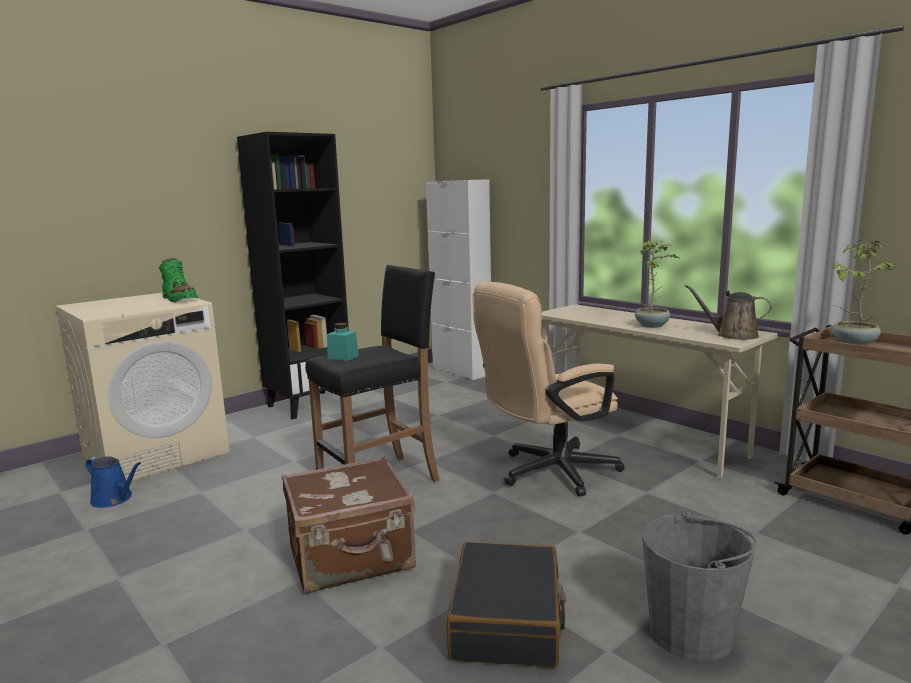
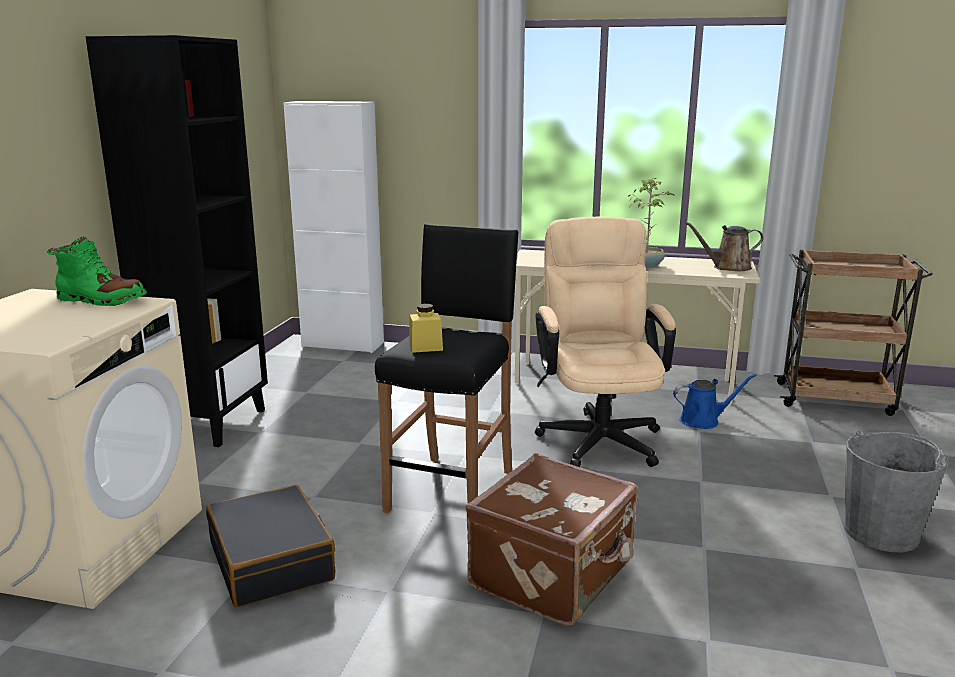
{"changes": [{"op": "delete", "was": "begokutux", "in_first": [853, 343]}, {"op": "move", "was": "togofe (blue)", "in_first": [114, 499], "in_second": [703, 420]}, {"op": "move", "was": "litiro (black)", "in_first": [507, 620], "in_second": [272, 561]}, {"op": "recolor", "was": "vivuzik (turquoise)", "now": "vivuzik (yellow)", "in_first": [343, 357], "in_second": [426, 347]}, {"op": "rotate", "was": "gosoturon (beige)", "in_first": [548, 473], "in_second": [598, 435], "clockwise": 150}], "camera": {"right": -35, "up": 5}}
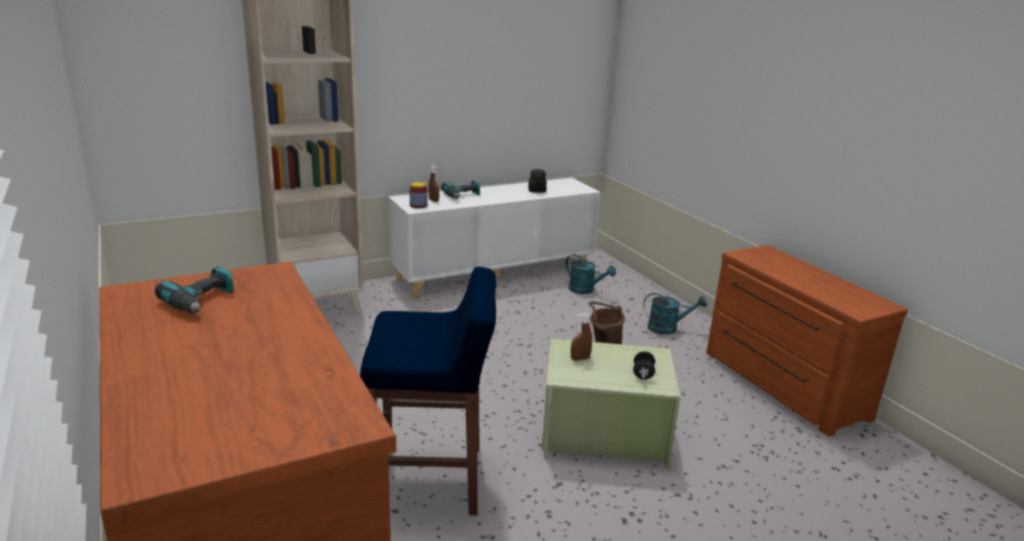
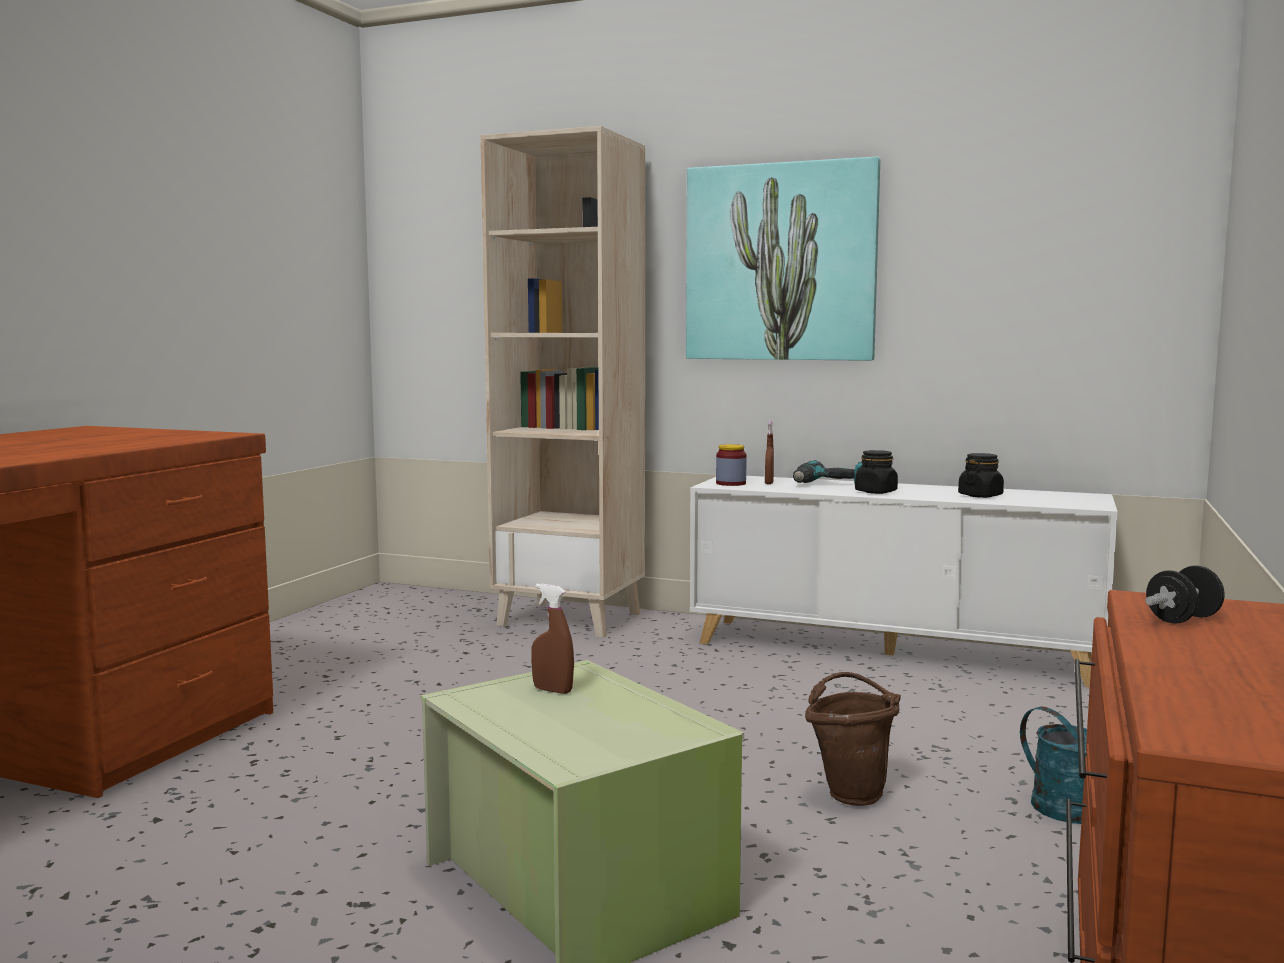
{"changes": [{"op": "delete", "was": "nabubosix", "in_first": [202, 301]}, {"op": "delete", "was": "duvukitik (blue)", "in_first": [431, 479]}, {"op": "delete", "was": "togofe (turquoise)", "in_first": [585, 290]}, {"op": "insert", "now": "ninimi", "in_second": [781, 263]}, {"op": "insert", "now": "vivuzik (black)", "in_second": [876, 492]}, {"op": "move", "was": "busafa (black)", "in_first": [643, 374], "in_second": [1183, 619]}], "camera": {"right": 50, "up": -15}}
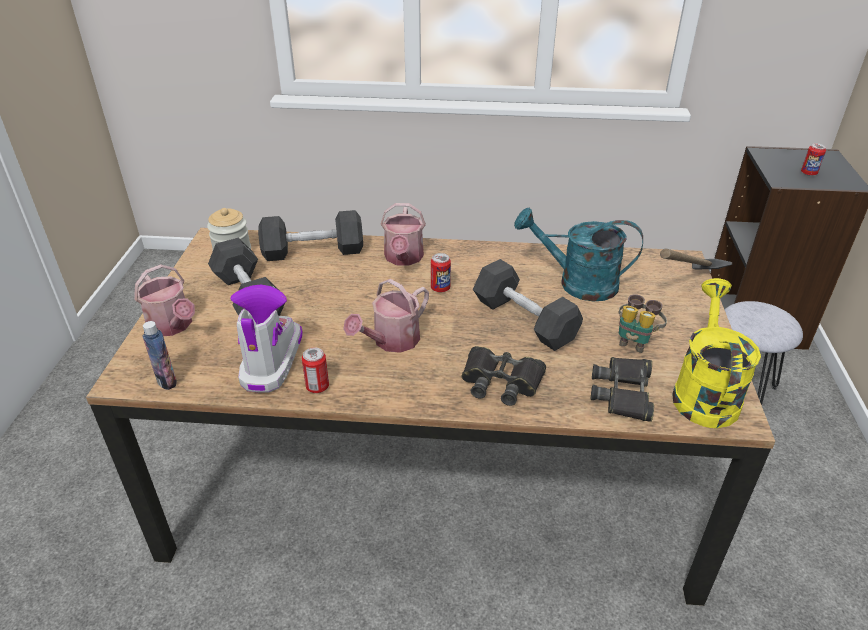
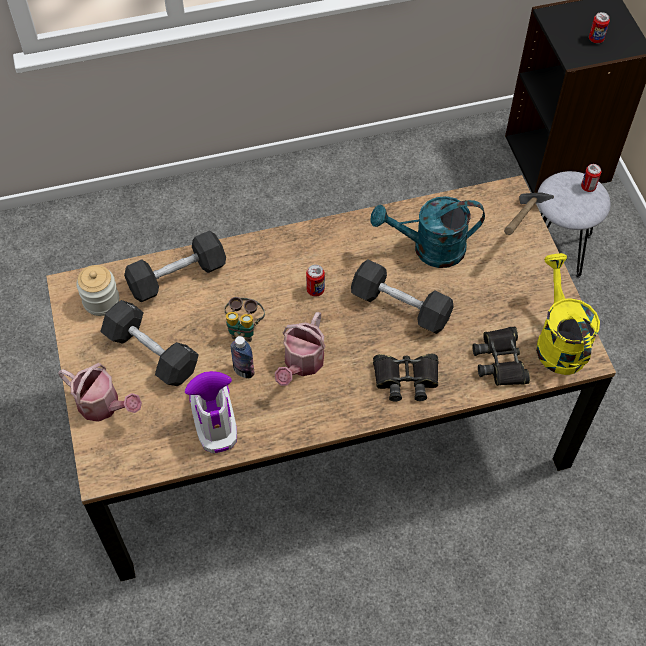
{"changes": [{"op": "delete", "was": "togofe", "in_first": [403, 258]}, {"op": "move", "was": "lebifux", "in_first": [166, 381], "in_second": [244, 371]}, {"op": "move", "was": "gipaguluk", "in_first": [317, 387], "in_second": [588, 187]}, {"op": "move", "was": "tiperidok", "in_first": [635, 341], "in_second": [244, 329]}], "camera": {"right": -20, "up": 20}}
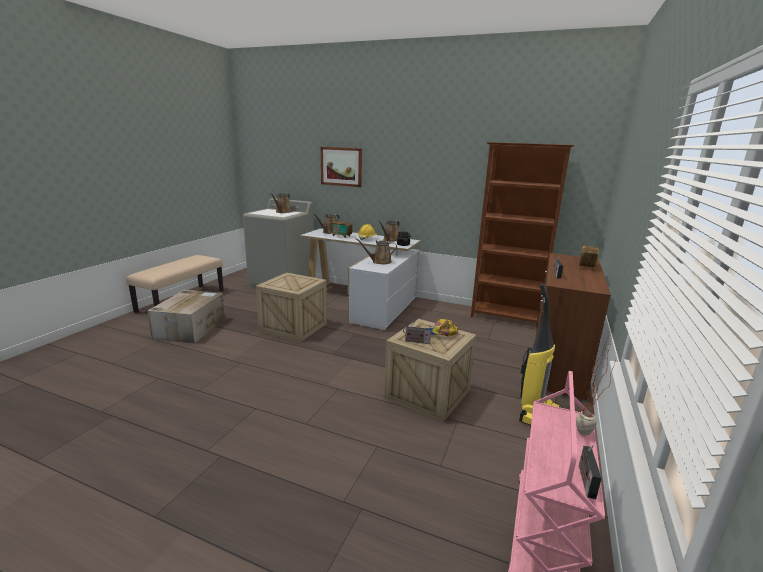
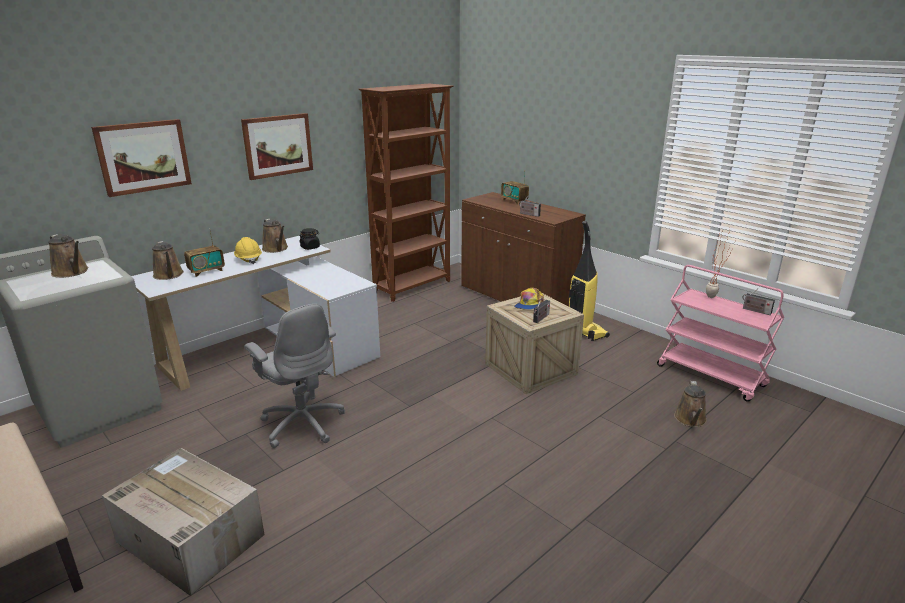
{"changes": [{"op": "insert", "now": "ninimi", "in_second": [278, 145]}, {"op": "move", "was": "togofe (brown)", "in_first": [379, 262], "in_second": [690, 420]}, {"op": "replace", "was": "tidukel", "now": "gosoturon (grey)", "in_first": [293, 327], "in_second": [302, 423]}], "camera": {"right": -65, "up": 5}}
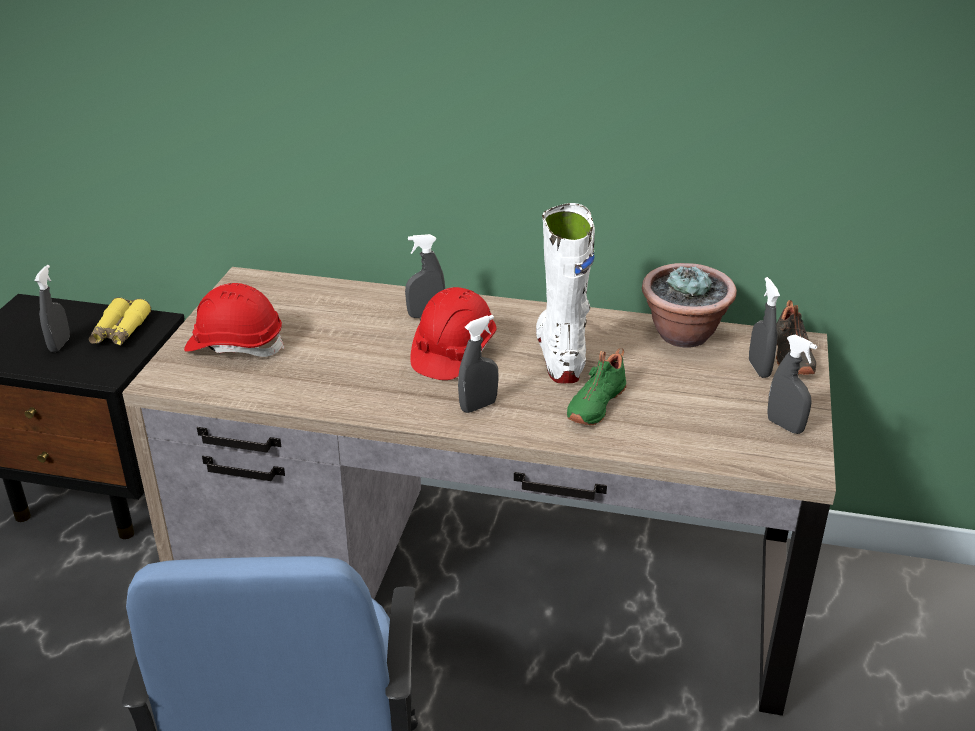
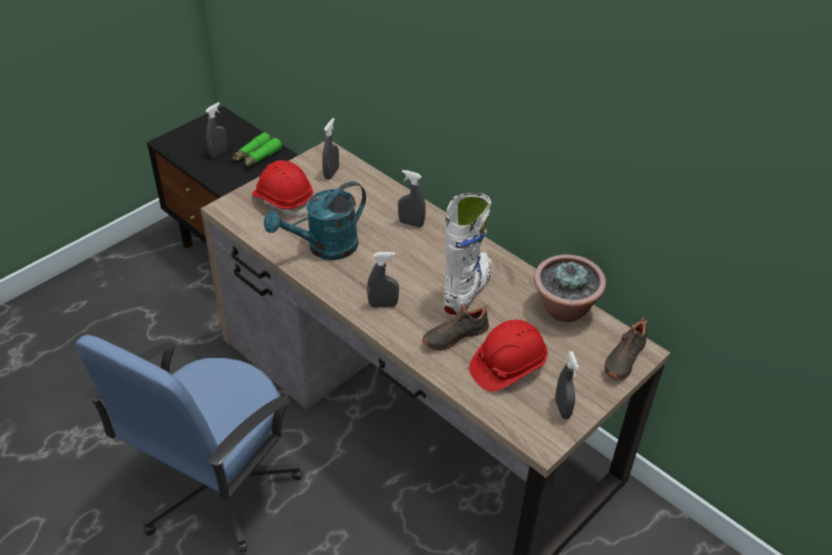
{"changes": [{"op": "insert", "now": "togofe (turquoise)", "in_second": [324, 248]}, {"op": "move", "was": "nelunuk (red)", "in_first": [453, 353], "in_second": [507, 366]}, {"op": "move", "was": "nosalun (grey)", "in_first": [759, 369], "in_second": [331, 173]}, {"op": "recolor", "was": "tiperidok (yellow)", "now": "tiperidok (green)", "in_first": [120, 331], "in_second": [257, 156]}, {"op": "recolor", "was": "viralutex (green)", "now": "viralutex (black)", "in_first": [594, 404], "in_second": [454, 335]}], "camera": {"right": 30, "up": 10}}
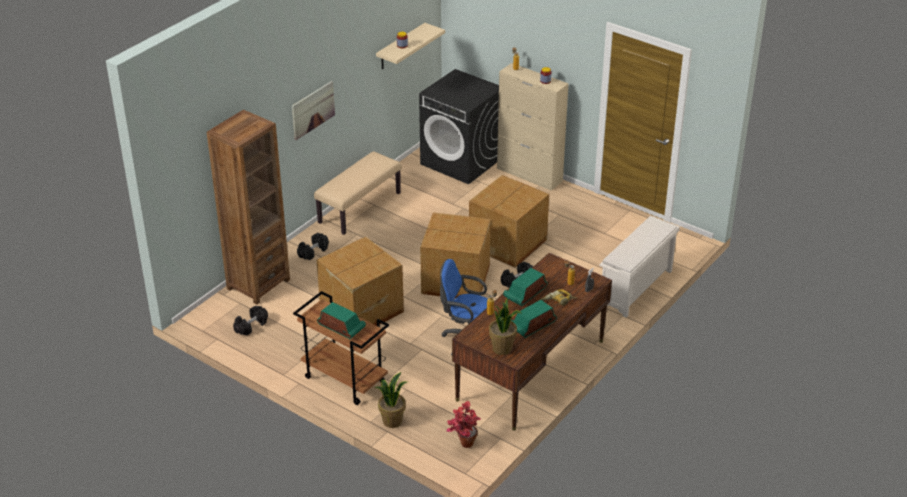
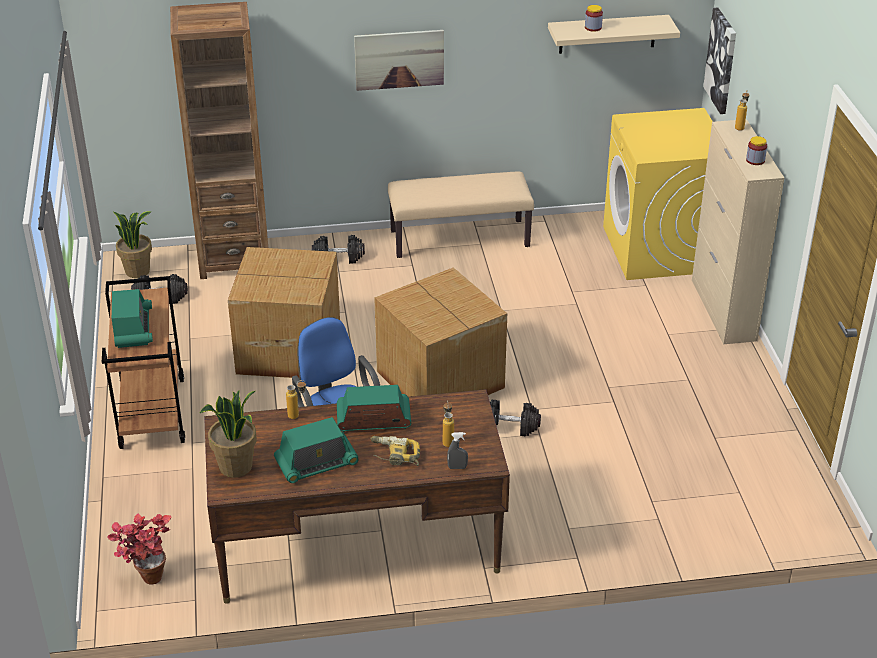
{"changes": [{"op": "delete", "was": "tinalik", "in_first": [509, 243]}, {"op": "delete", "was": "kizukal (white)", "in_first": [636, 288]}, {"op": "insert", "now": "ninimi", "in_second": [722, 60]}, {"op": "move", "was": "begokutux", "in_first": [392, 421], "in_second": [138, 271]}, {"op": "recolor", "was": "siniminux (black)", "now": "siniminux (yellow)", "in_first": [461, 161], "in_second": [658, 250]}, {"op": "rotate", "was": "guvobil", "in_first": [532, 325], "in_second": [316, 463], "clockwise": 150}], "camera": {"right": 45, "up": 0}}
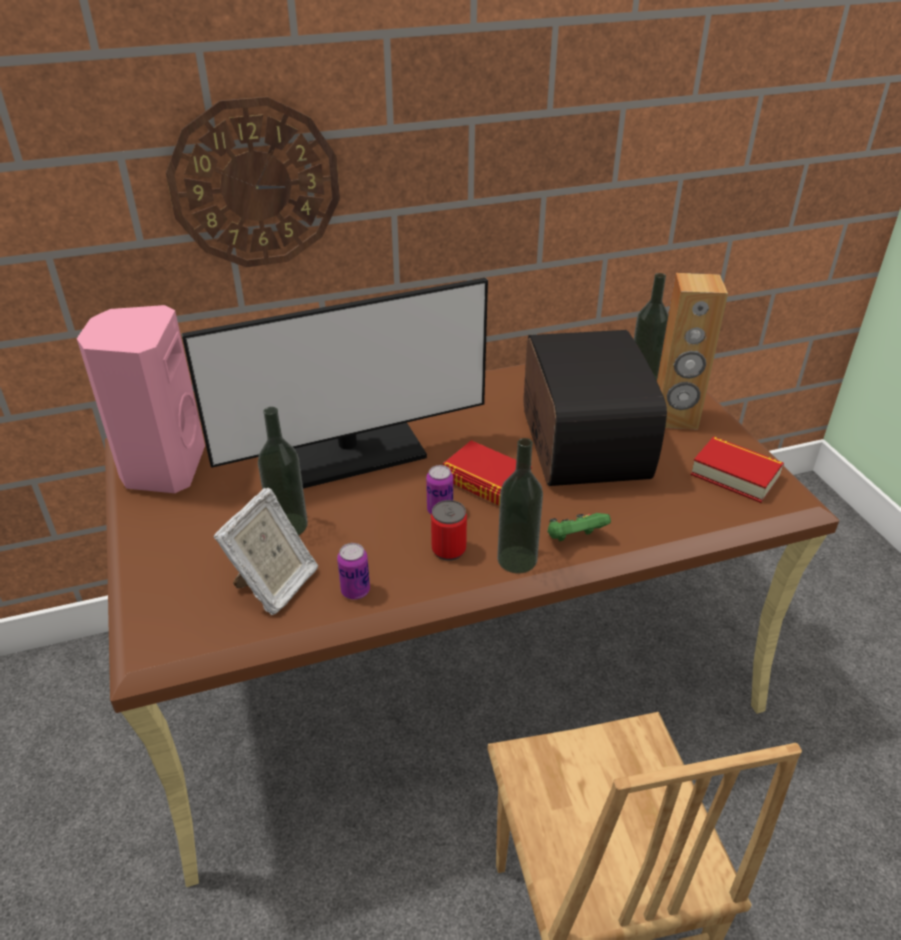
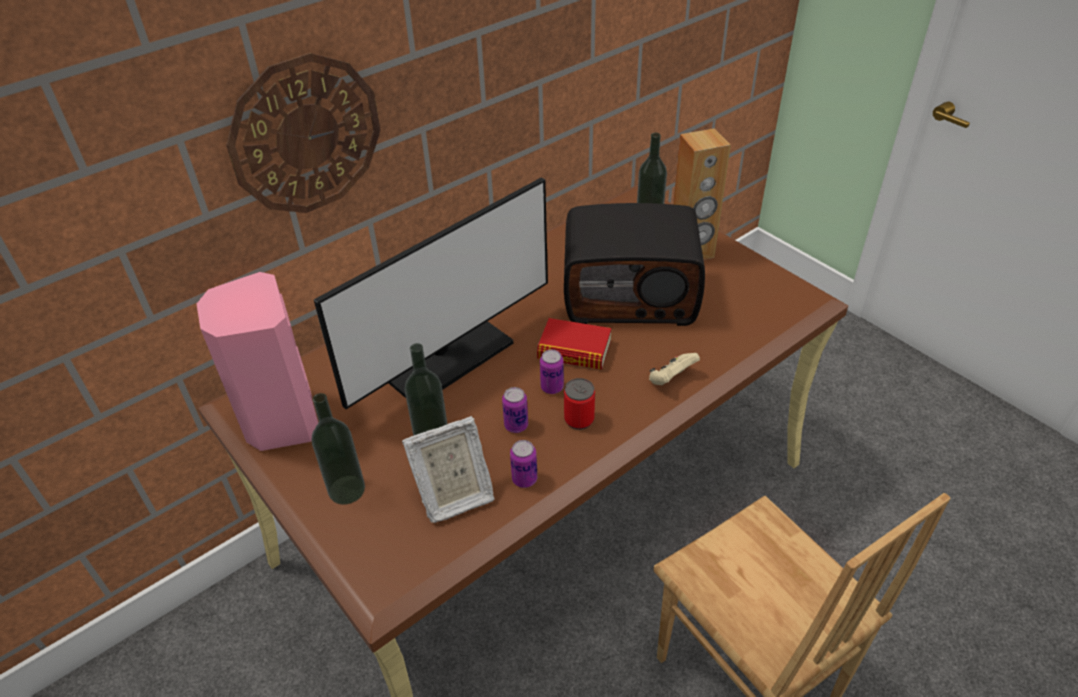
{"changes": [{"op": "delete", "was": "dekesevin", "in_first": [735, 475]}, {"op": "insert", "now": "gipaguluk", "in_second": [516, 425]}, {"op": "move", "was": "lebifux", "in_first": [517, 559], "in_second": [346, 490]}, {"op": "recolor", "was": "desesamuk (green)", "now": "desesamuk (beige)", "in_first": [574, 538], "in_second": [671, 379]}, {"op": "rotate", "was": "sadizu", "in_first": [274, 586], "in_second": [454, 497], "clockwise": 60}, {"op": "rotate", "was": "guvobil", "in_first": [580, 443], "in_second": [631, 295], "clockwise": 120}], "camera": {"right": -20, "up": 5}}
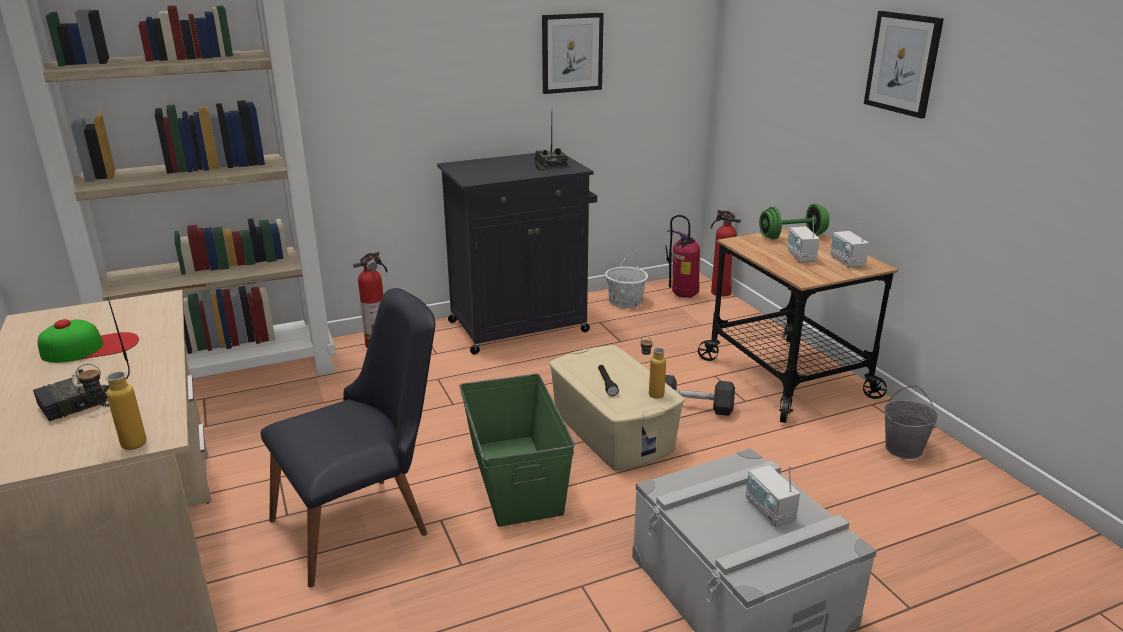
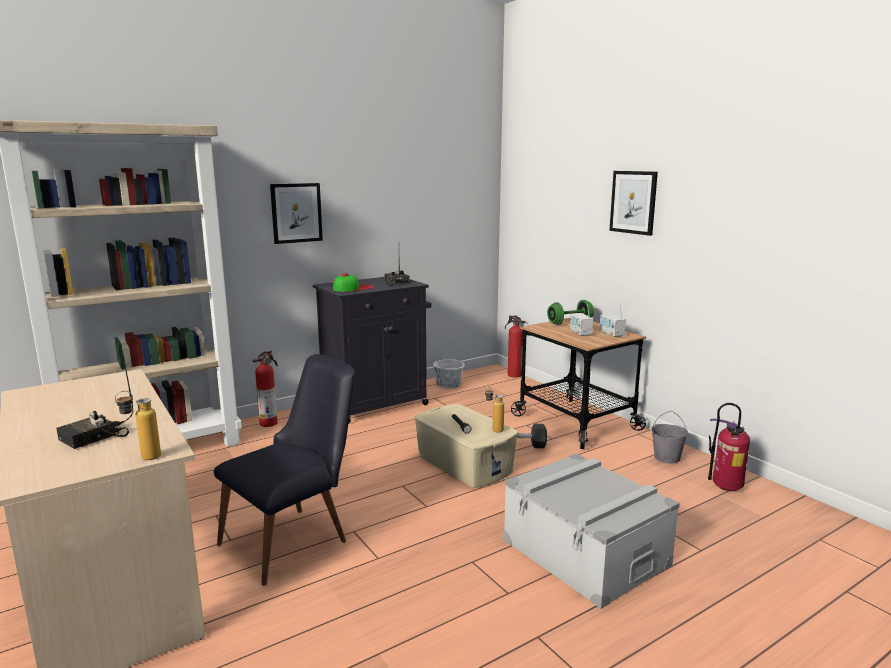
{"changes": [{"op": "delete", "was": "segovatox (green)", "in_first": [516, 477]}, {"op": "delete", "was": "guvobil", "in_first": [769, 511]}, {"op": "move", "was": "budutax", "in_first": [90, 347], "in_second": [353, 288]}, {"op": "move", "was": "ninimi", "in_first": [572, 53], "in_second": [296, 213]}, {"op": "move", "was": "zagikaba", "in_first": [682, 296], "in_second": [725, 488]}], "camera": {"right": -10, "up": -10}}
